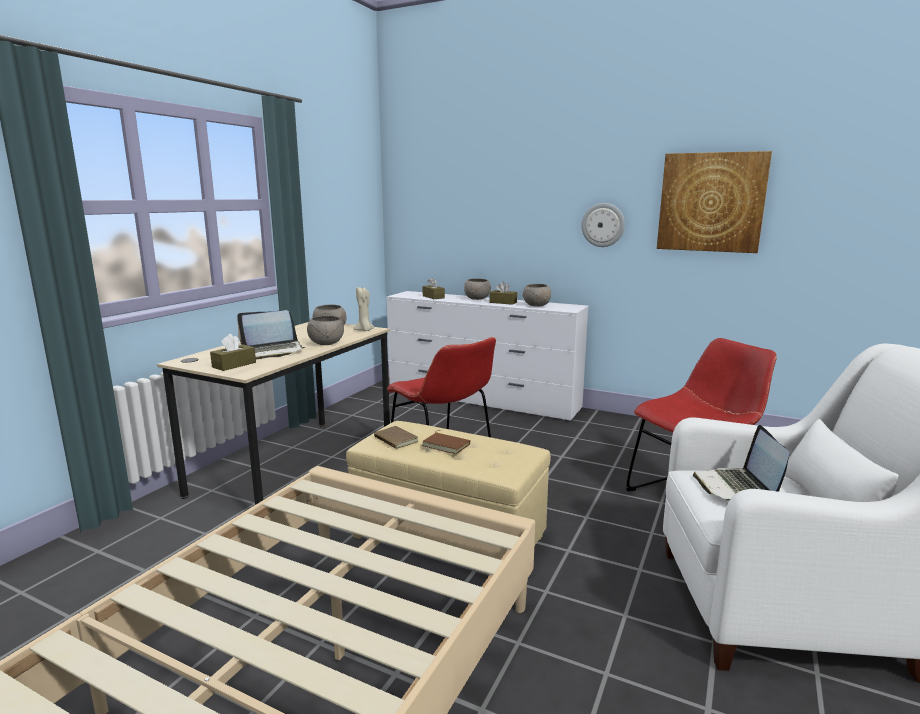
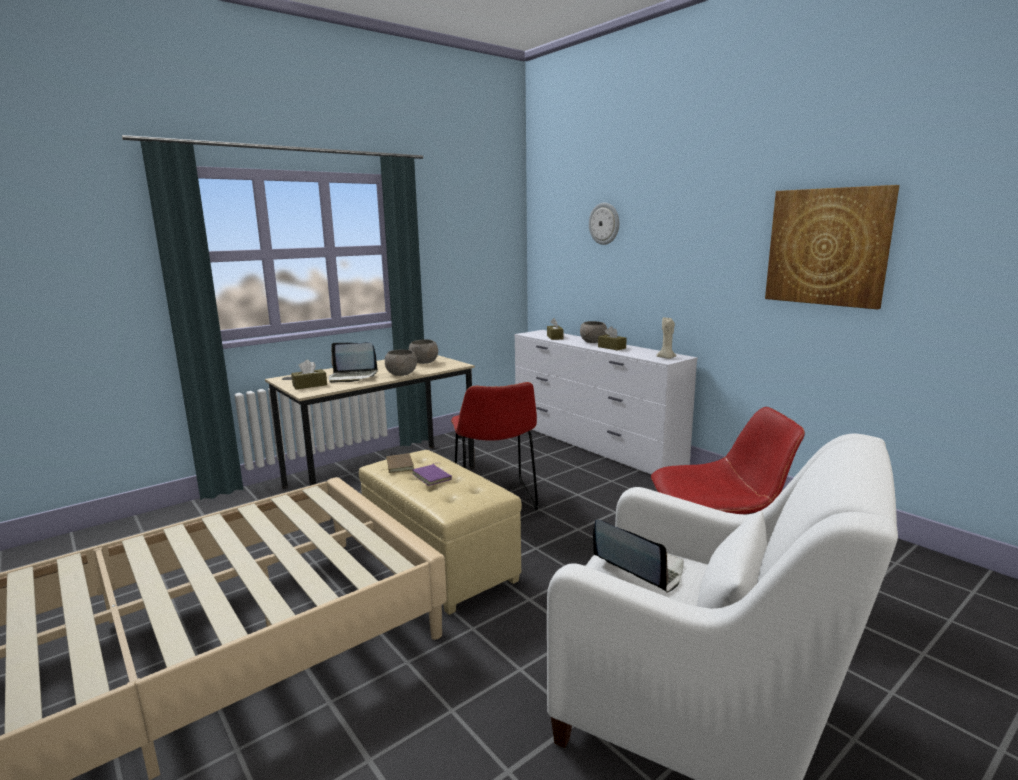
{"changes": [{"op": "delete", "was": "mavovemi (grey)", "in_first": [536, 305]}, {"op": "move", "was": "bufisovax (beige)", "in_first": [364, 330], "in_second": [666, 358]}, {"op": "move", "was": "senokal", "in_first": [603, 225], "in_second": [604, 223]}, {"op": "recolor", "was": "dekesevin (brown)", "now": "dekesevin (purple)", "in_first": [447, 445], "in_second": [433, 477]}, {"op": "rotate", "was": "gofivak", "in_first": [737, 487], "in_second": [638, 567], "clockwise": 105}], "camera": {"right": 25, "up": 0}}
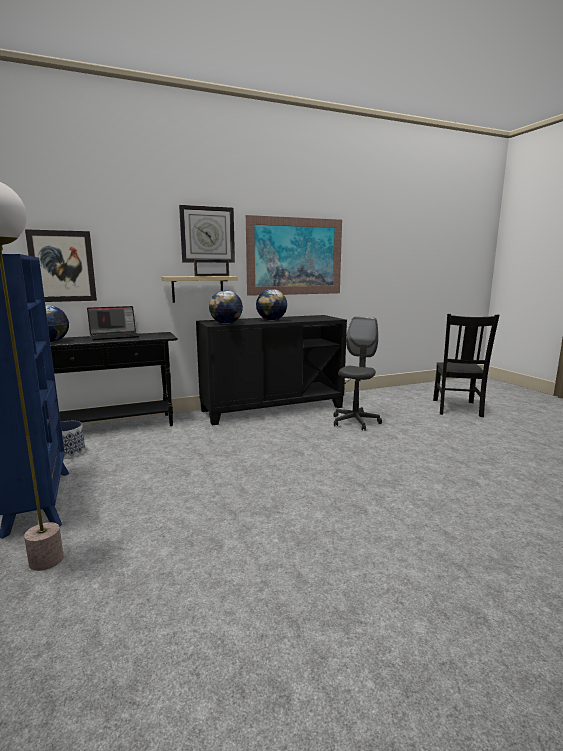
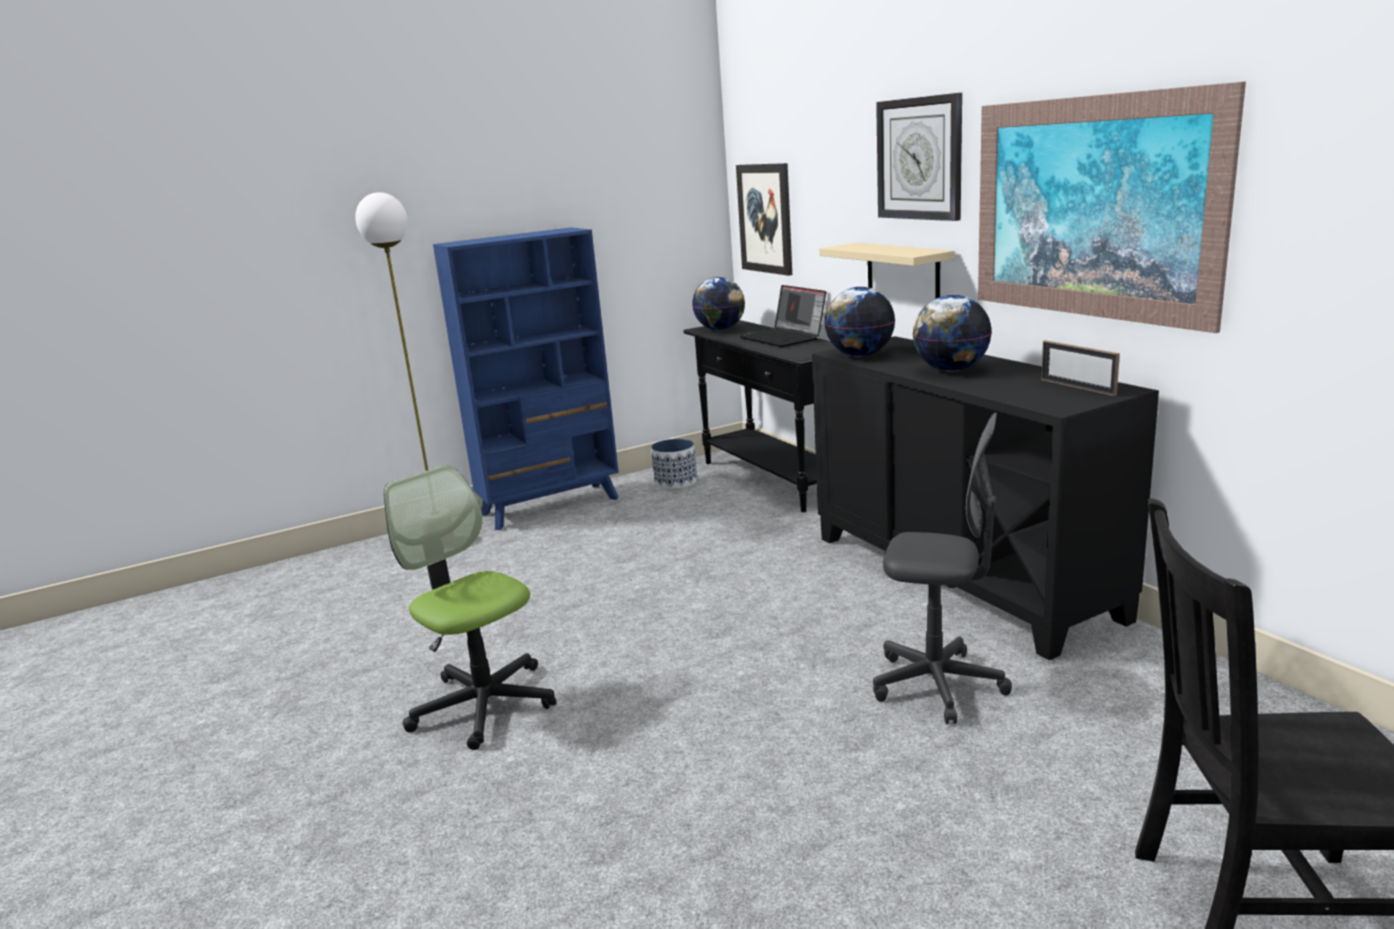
{"changes": [{"op": "insert", "now": "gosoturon", "in_second": [483, 704]}, {"op": "move", "was": "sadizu", "in_first": [212, 276], "in_second": [1077, 387]}], "camera": {"right": 85, "up": 5}}
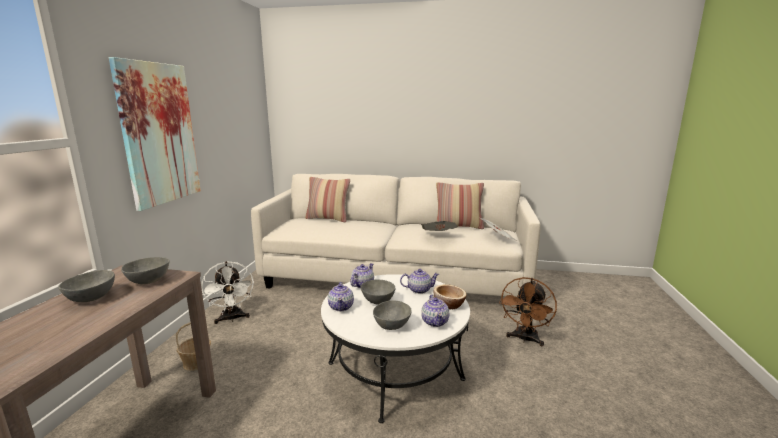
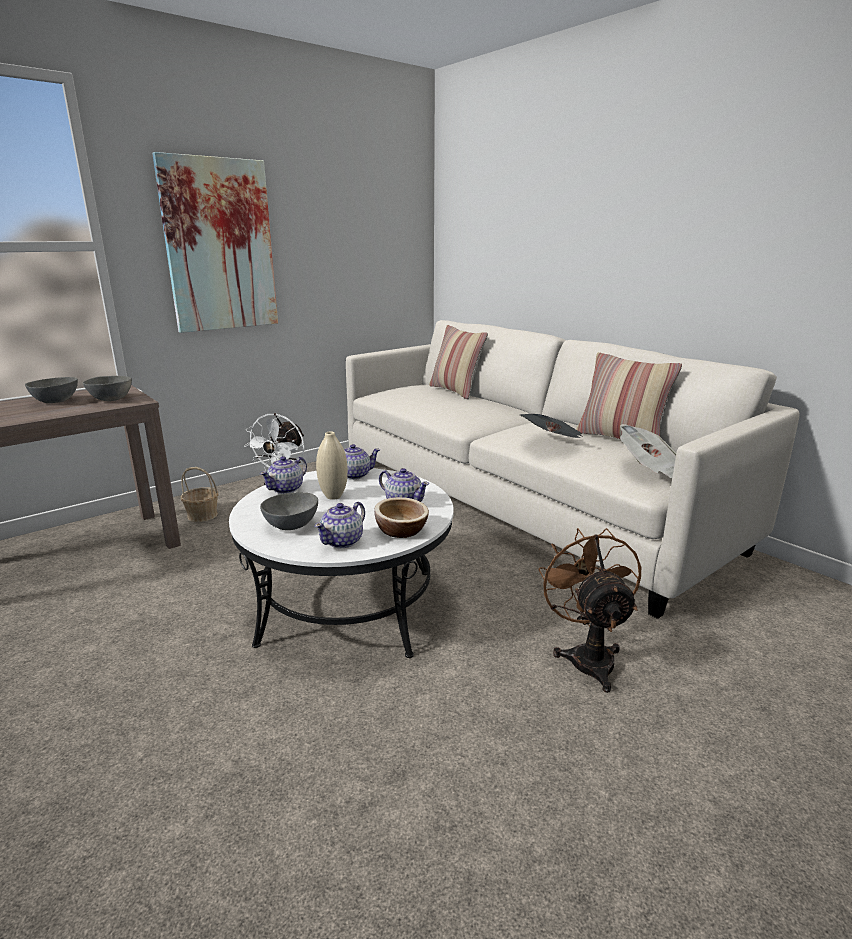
{"changes": [{"op": "replace", "was": "mavovemi (grey)", "now": "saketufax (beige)", "in_first": [378, 301], "in_second": [333, 496]}, {"op": "rotate", "was": "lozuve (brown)", "in_first": [525, 339], "in_second": [587, 656], "clockwise": 105}], "camera": {"right": 40, "up": 5}}
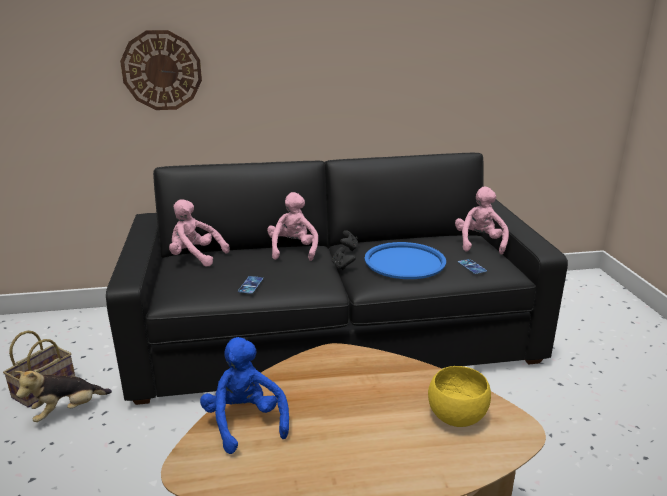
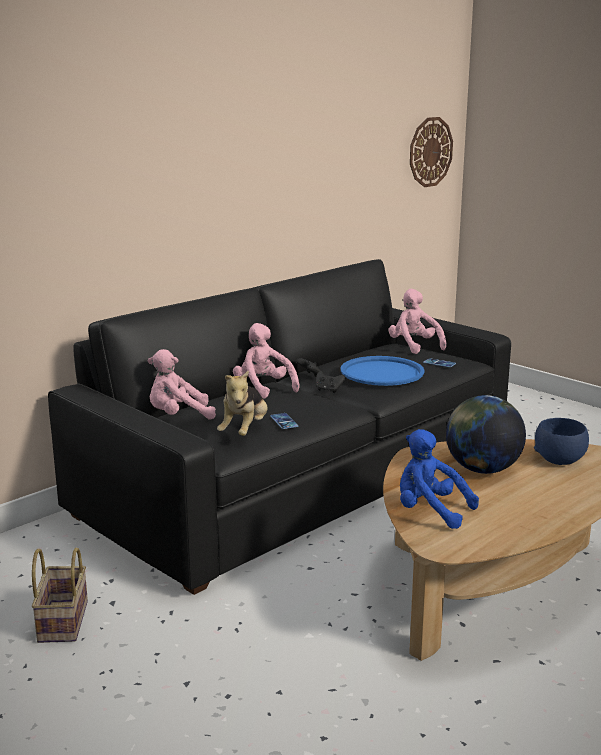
{"changes": [{"op": "insert", "now": "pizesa", "in_second": [482, 469]}, {"op": "move", "was": "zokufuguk", "in_first": [67, 411], "in_second": [245, 431]}, {"op": "move", "was": "senokal", "in_first": [162, 70], "in_second": [430, 152]}, {"op": "recolor", "was": "mavovemi (yellow)", "now": "mavovemi (blue)", "in_first": [457, 417], "in_second": [560, 460]}], "camera": {"right": -35, "up": -5}}
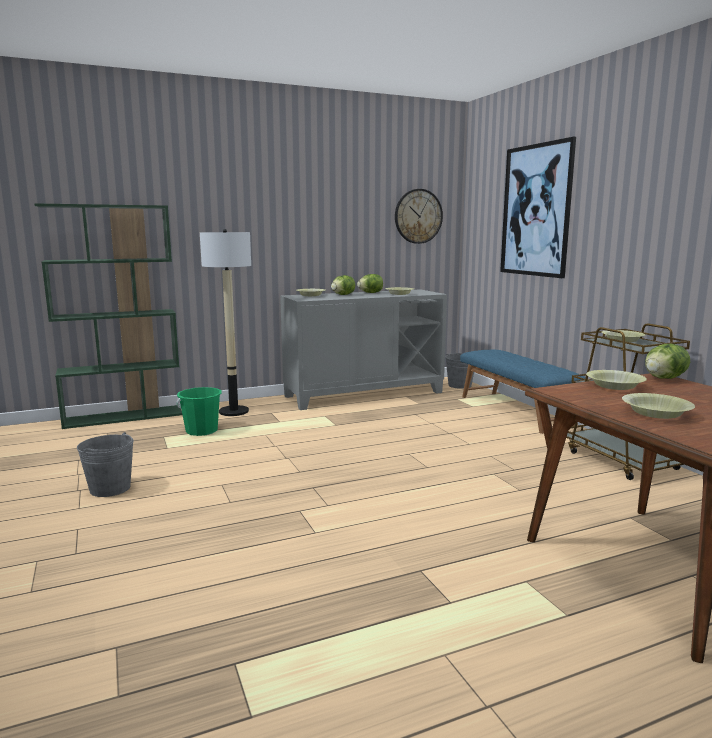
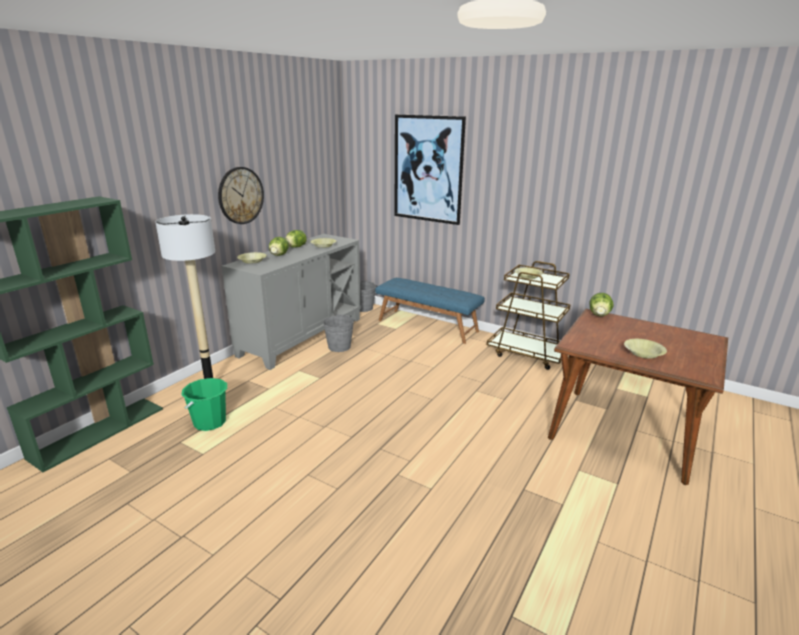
{"changes": [{"op": "delete", "was": "mavovemi (yellow)", "in_first": [615, 386]}, {"op": "move", "was": "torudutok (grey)", "in_first": [110, 488], "in_second": [339, 347]}, {"op": "move", "was": "senokal", "in_first": [418, 216], "in_second": [240, 195]}], "camera": {"right": -35, "up": 10}}
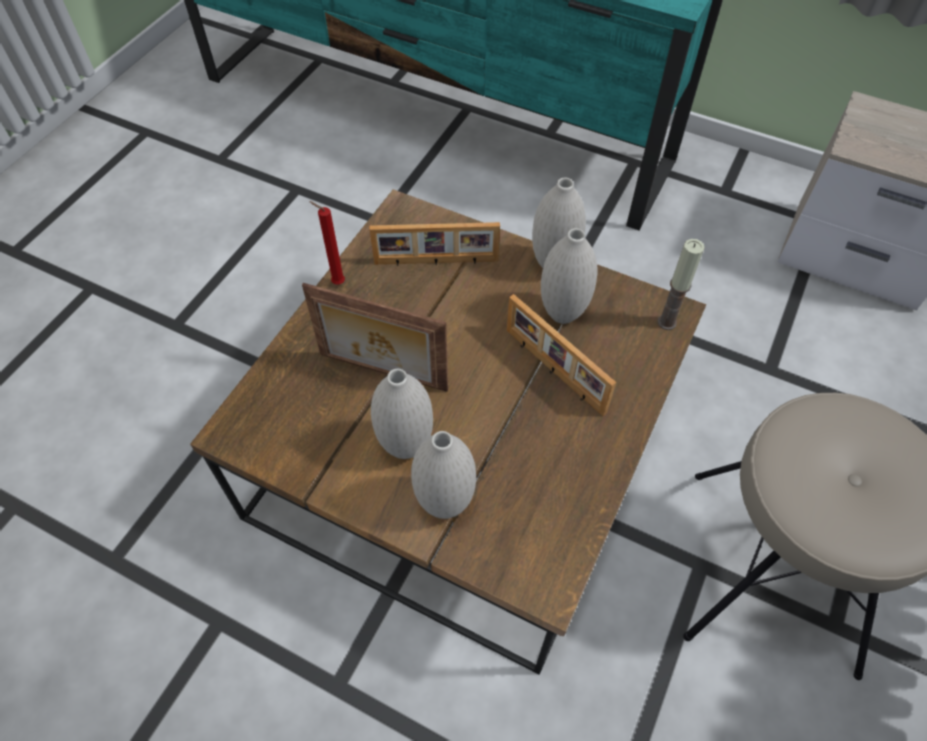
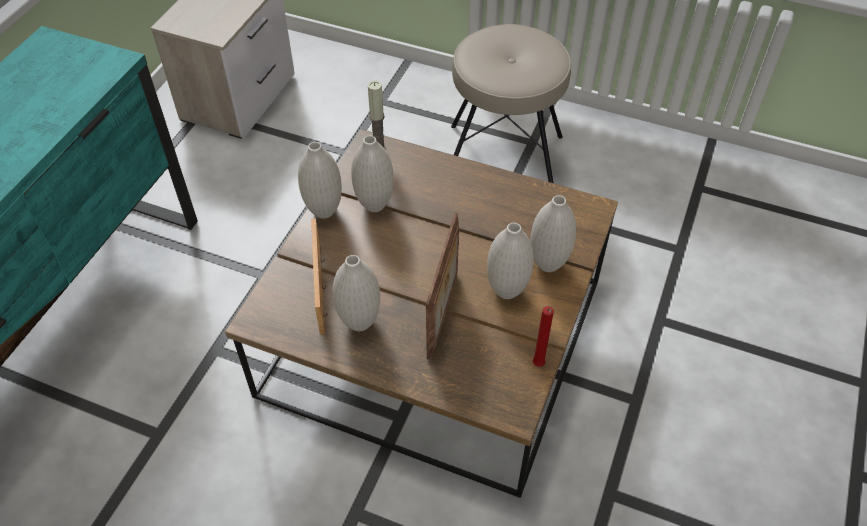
{"changes": [{"op": "delete", "was": "sadizu", "in_first": [553, 371]}, {"op": "insert", "now": "saketufax (white)", "in_second": [359, 322]}, {"op": "move", "was": "bufisovax (red)", "in_first": [336, 282], "in_second": [538, 366]}], "camera": {"right": -95, "up": -5}}
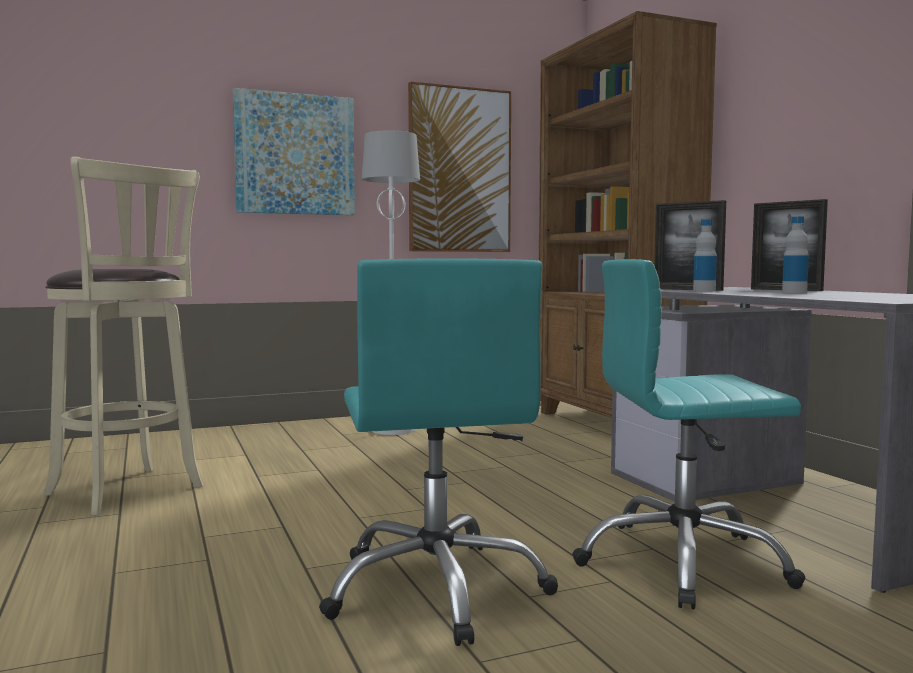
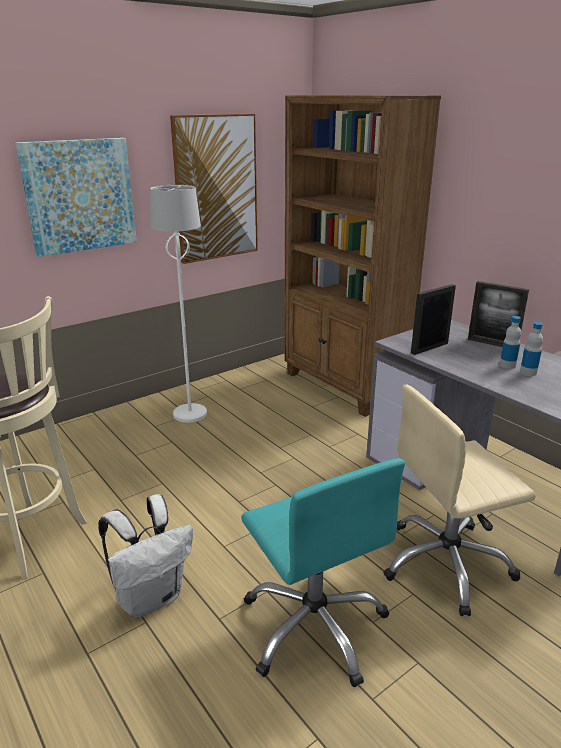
{"changes": [{"op": "insert", "now": "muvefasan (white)", "in_second": [151, 597]}, {"op": "move", "was": "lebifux", "in_first": [704, 291], "in_second": [528, 372]}, {"op": "recolor", "was": "gosoturon (turquoise)", "now": "gosoturon (beige)", "in_first": [682, 562], "in_second": [446, 564]}, {"op": "rotate", "was": "sadizu", "in_first": [687, 289], "in_second": [429, 348], "clockwise": 120}], "camera": {"right": -15, "up": 20}}
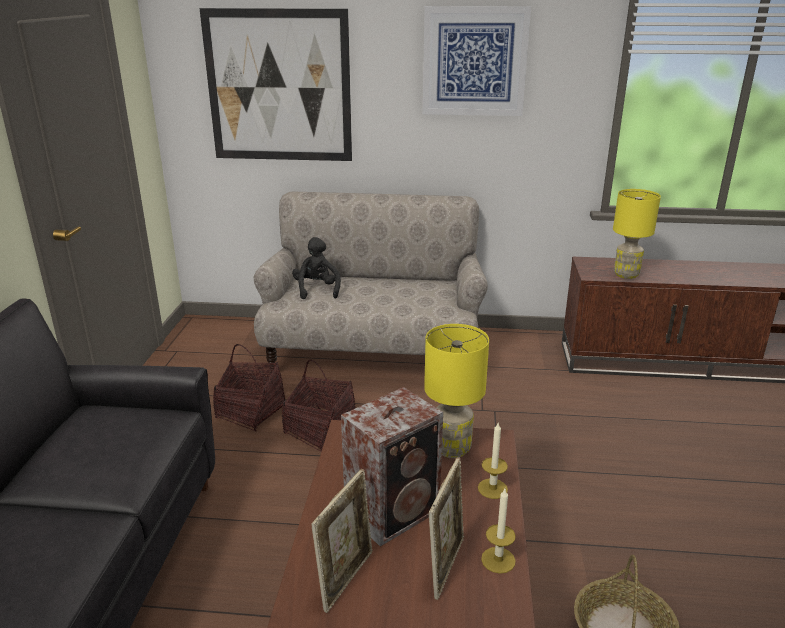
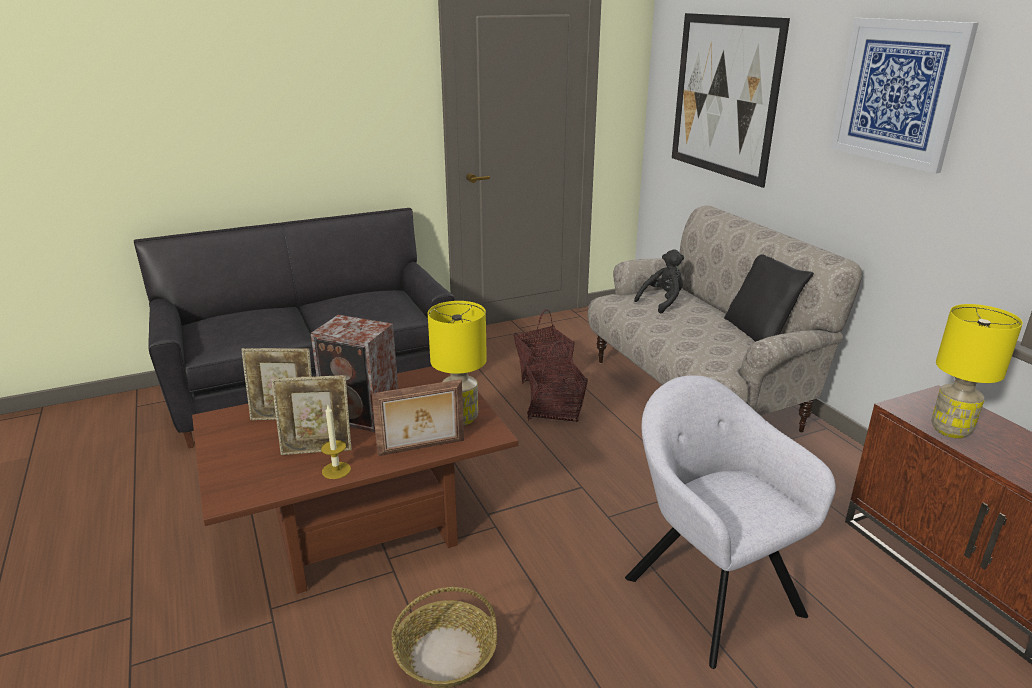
{"changes": [{"op": "insert", "now": "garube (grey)", "in_second": [708, 591]}, {"op": "insert", "now": "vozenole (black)", "in_second": [759, 334]}, {"op": "replace", "was": "bufisovax", "now": "sadizu", "in_first": [492, 488], "in_second": [421, 448]}], "camera": {"right": 60, "up": 0}}
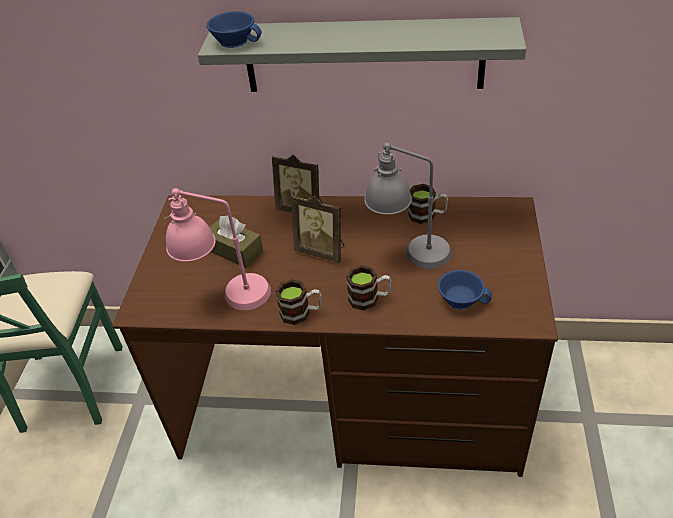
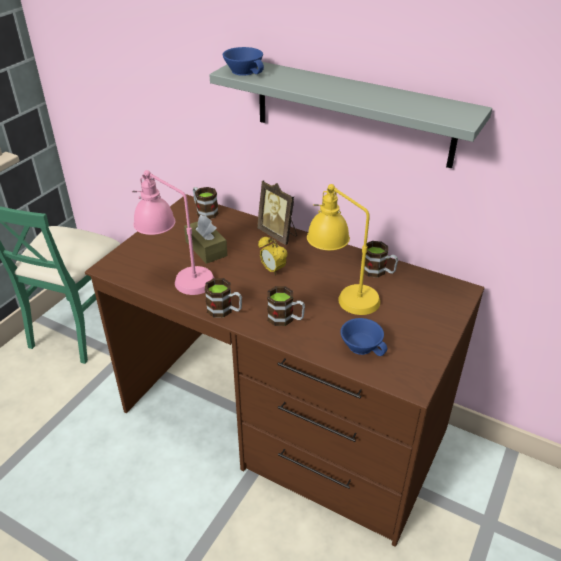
{"changes": [{"op": "insert", "now": "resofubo", "in_second": [204, 211]}, {"op": "replace", "was": "sadizu", "now": "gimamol", "in_first": [322, 251], "in_second": [272, 270]}, {"op": "recolor", "was": "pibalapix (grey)", "now": "pibalapix (yellow)", "in_first": [408, 254], "in_second": [341, 296]}], "camera": {"right": 20, "up": -5}}
